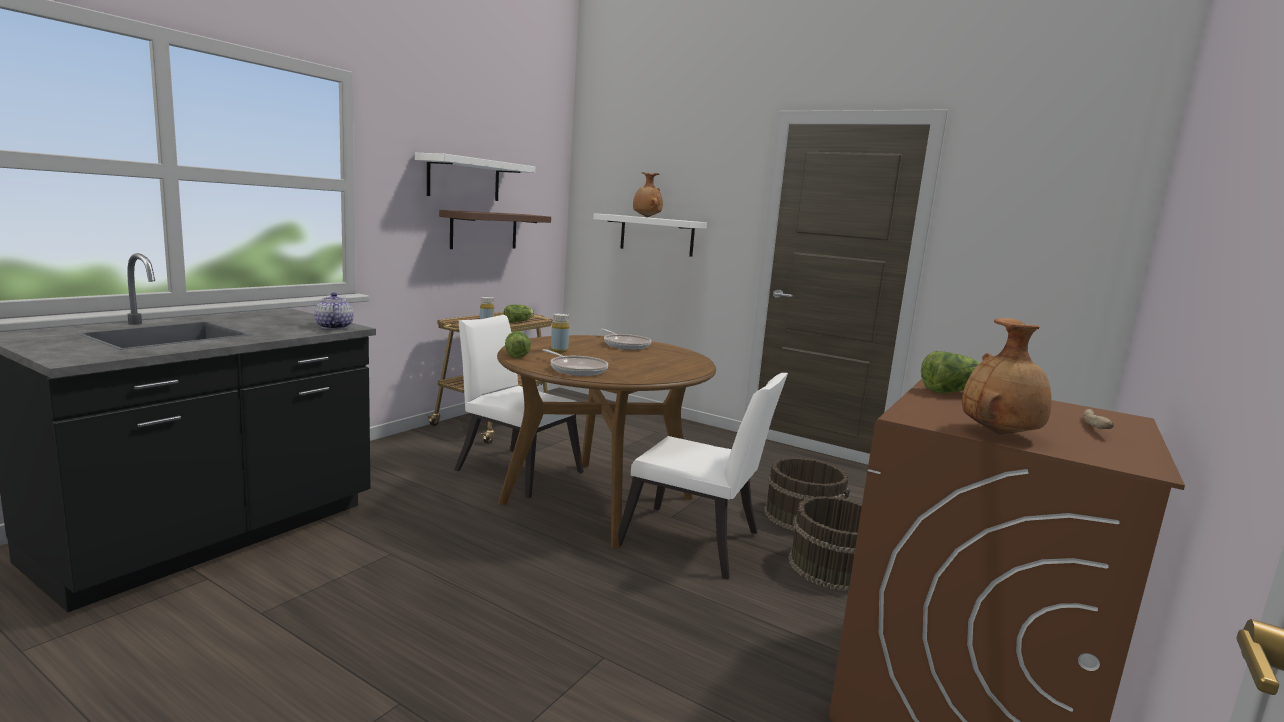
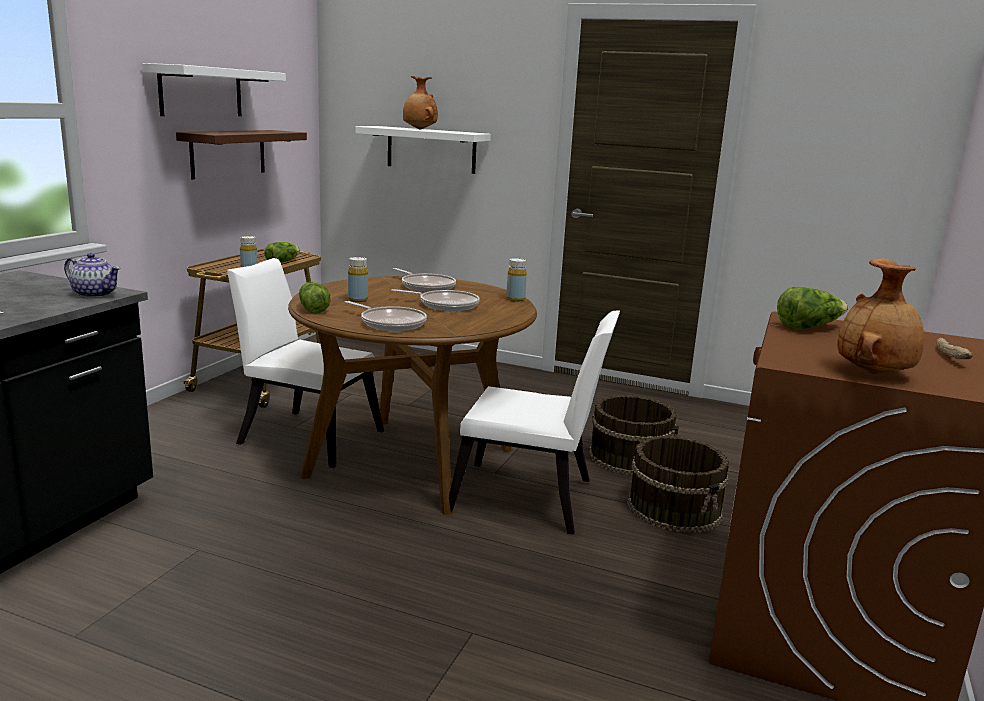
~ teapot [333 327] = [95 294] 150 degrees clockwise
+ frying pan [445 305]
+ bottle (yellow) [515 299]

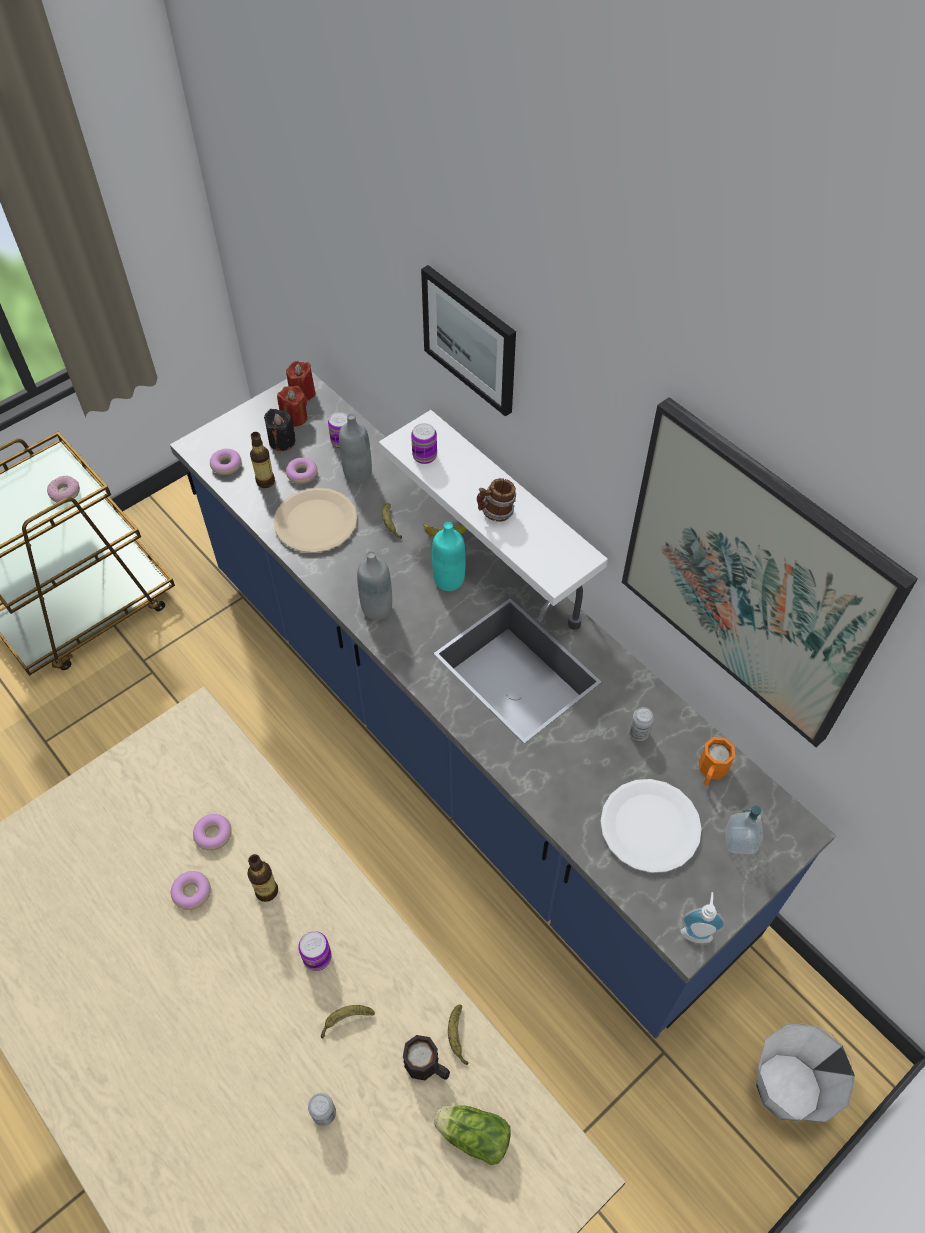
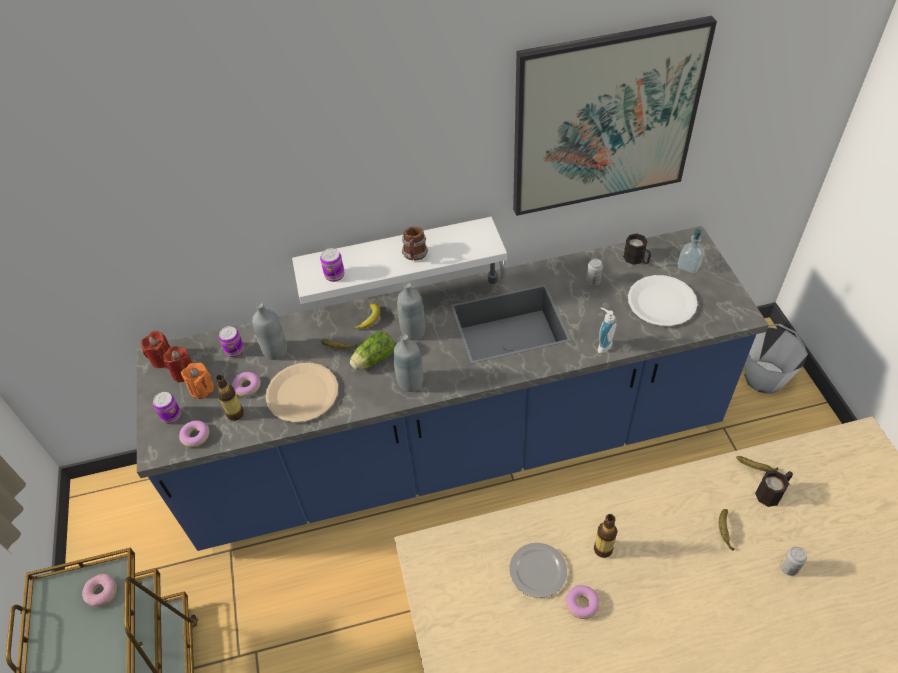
~ can [317 957] to [171 416]
~ candle (black) [282 441] to candle (orange) [202 389]
~ lettuce [471 1134] to [372 360]
~ bottle (turquoise) [449 580] to bottle (grey) [413 332]
~ donut [213 834] to plate [537 572]
~ soap dispenser [696 931] to [602 345]
~ mug (orange) [710 772] to mug (black) [637 260]
- picture [470 339]

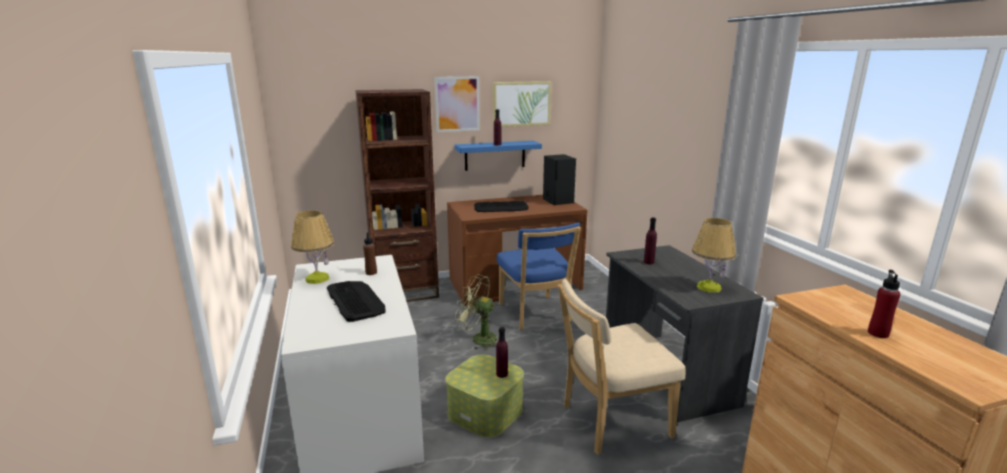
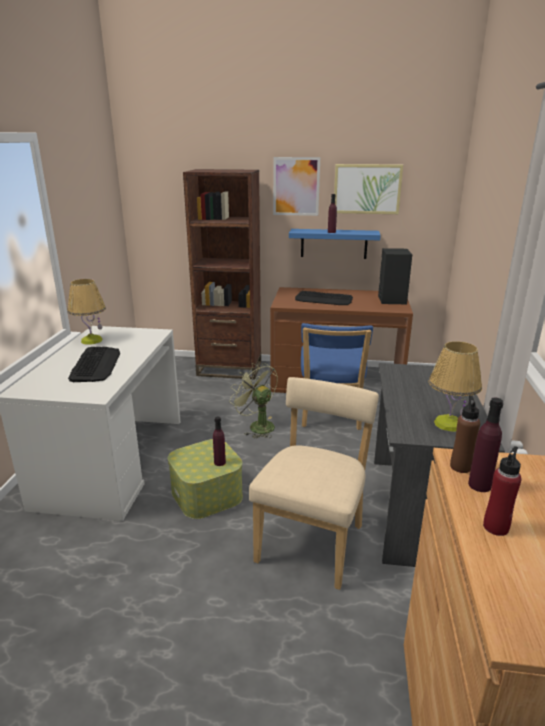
~ chair (beige) [610 421] = [313 540] 105 degrees clockwise
~ bottle (brown) [371 272] to [460 466]
~ bottle (purple) [648 262] to [479 485]

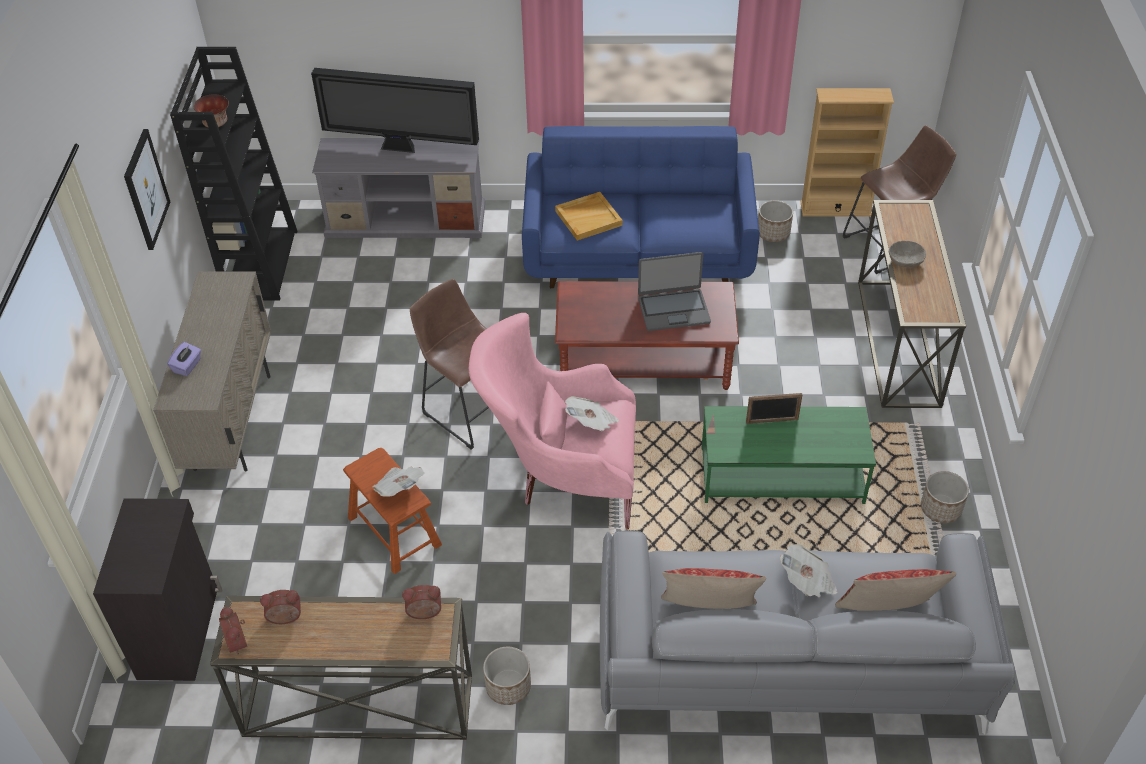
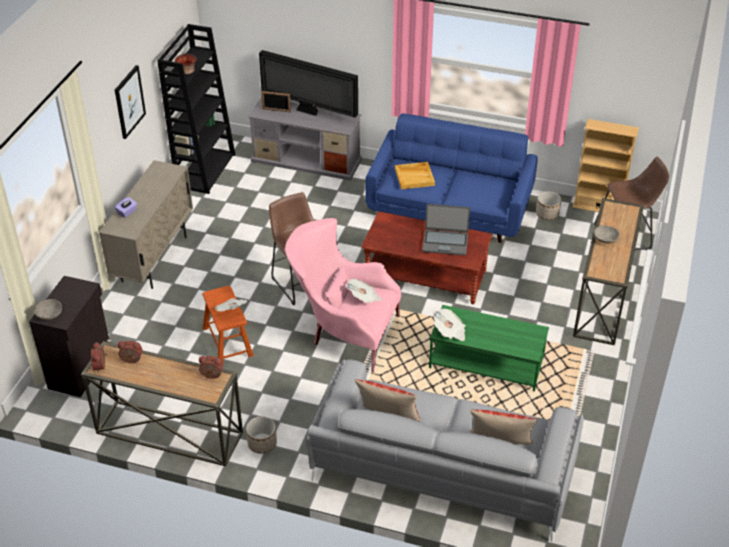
+ bowl (grey) [49 314]
~ picture frame [772 421] to [276 110]
~ newspaper [807 581] to [449 332]
- planter [941 509]

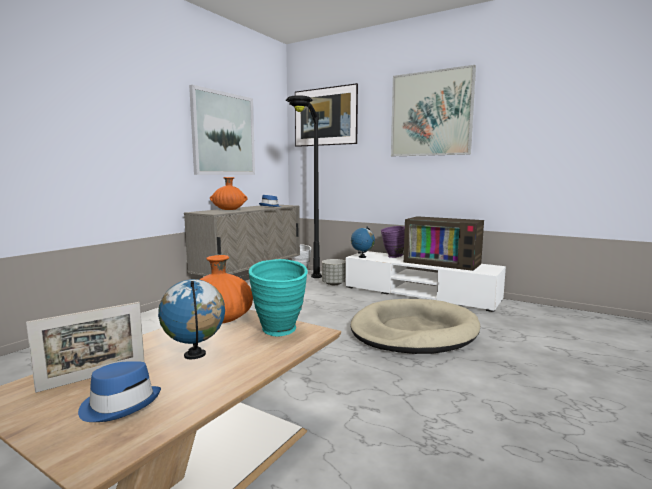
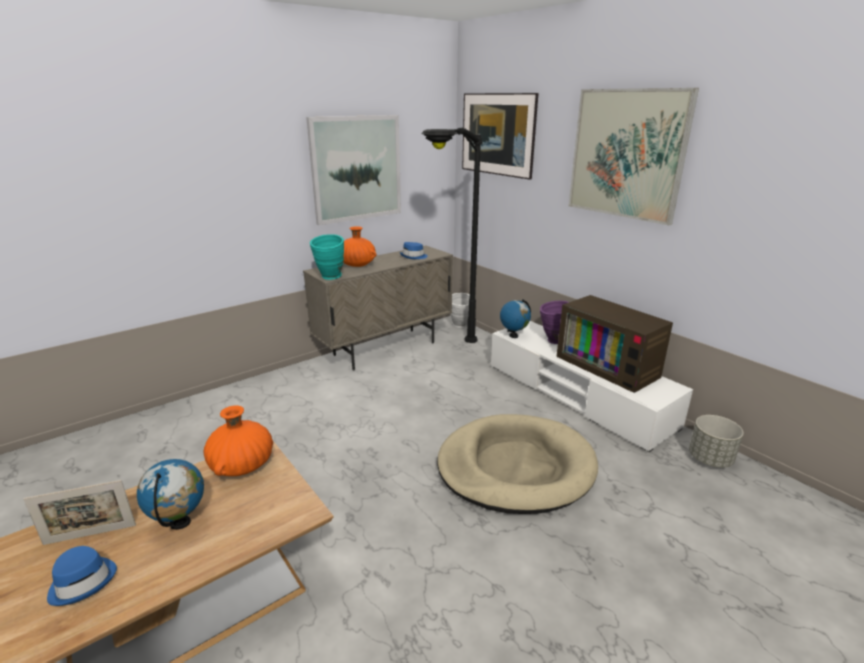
~ vase (turquoise) [280 333] to [330 278]
~ planter (grey) [334 284] to [710 459]

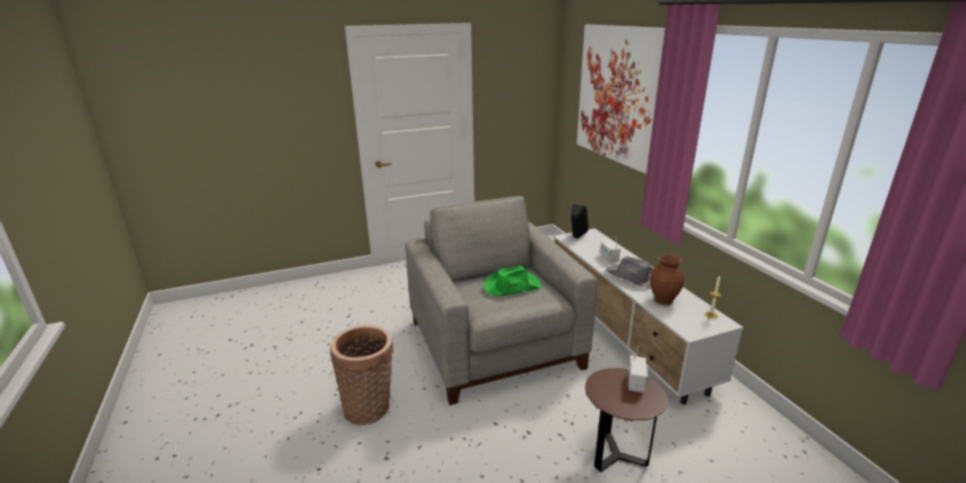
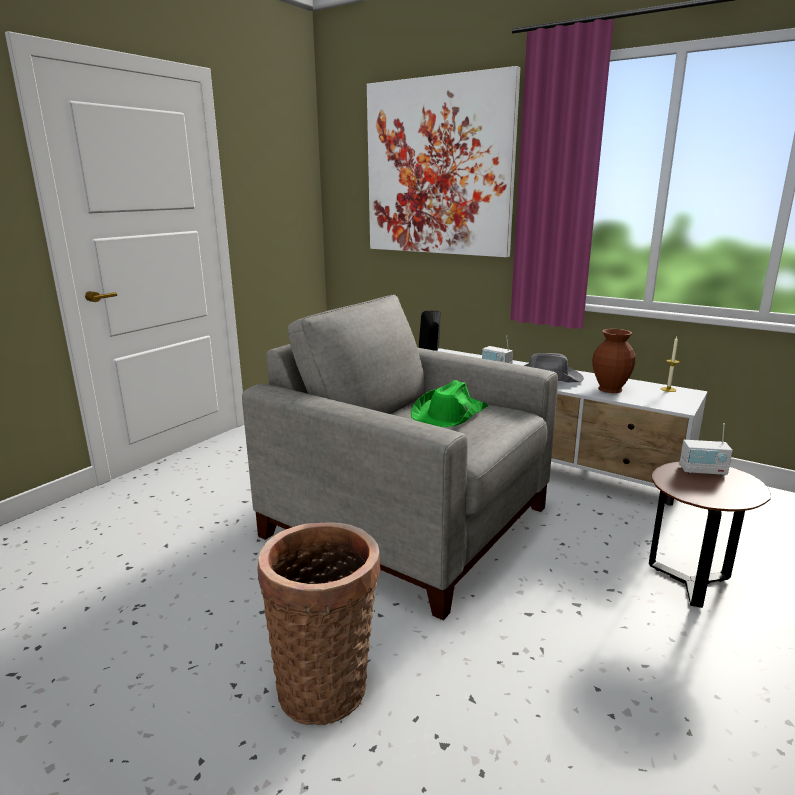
~ radio [636 383] = [703 471] 120 degrees clockwise

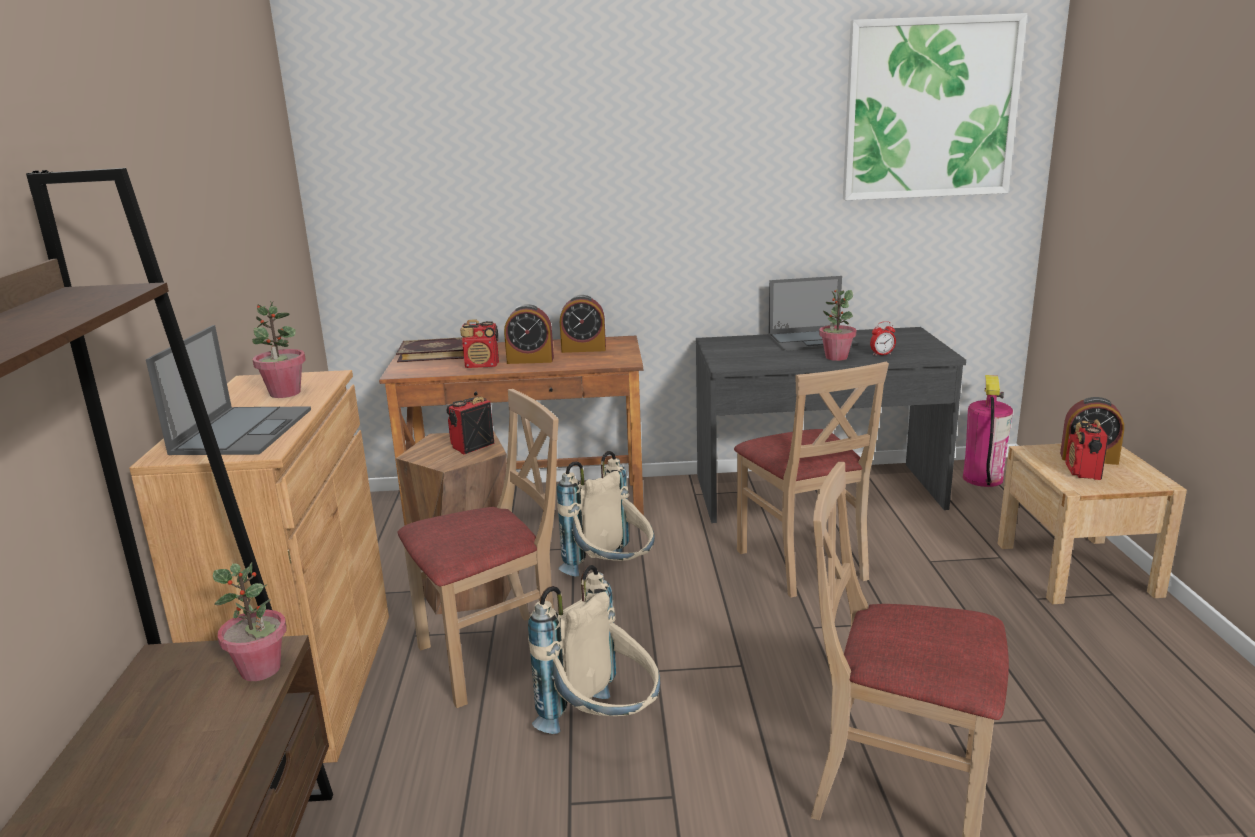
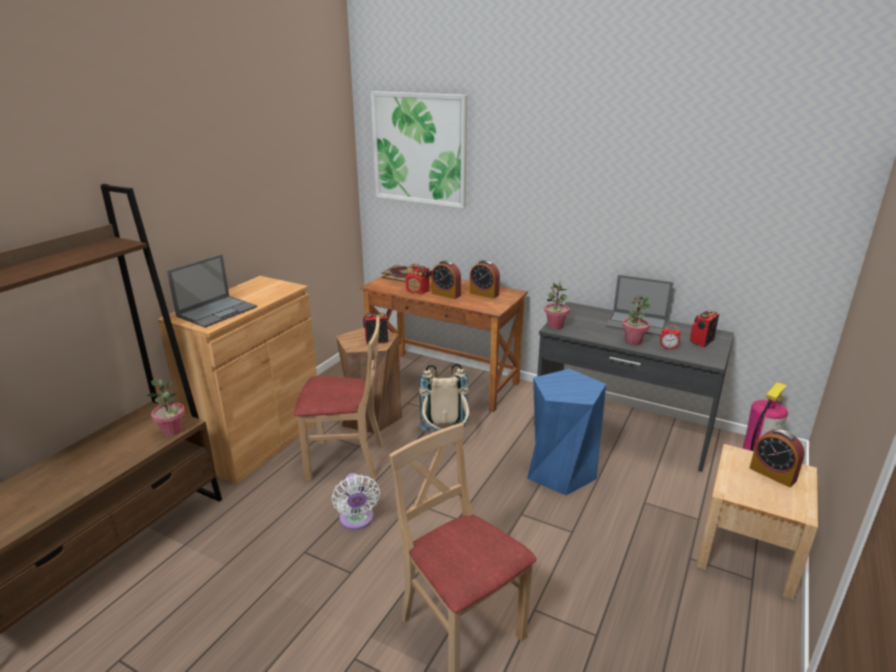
~ backpack (beige) [603 726] to fan (white) [357 520]
~ picture [930 109] to [419 149]
~ chair (beige) [803 563] to stool (blue) [560 471]
~ potted plant [285 393] to [555 326]
~ radio [1083 472] to [701 341]

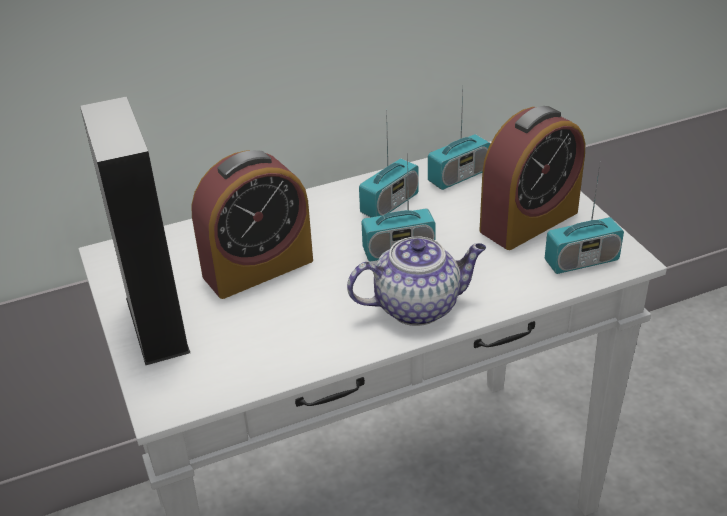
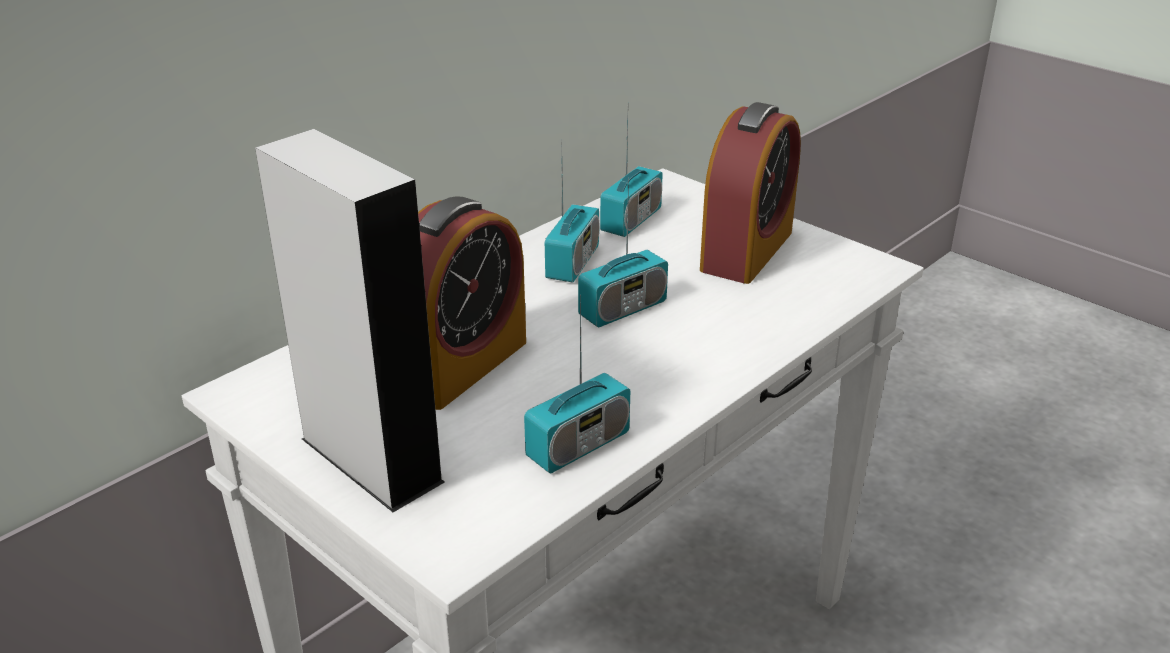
~ radio [581 261] to [578 446]
- teapot [418 306]

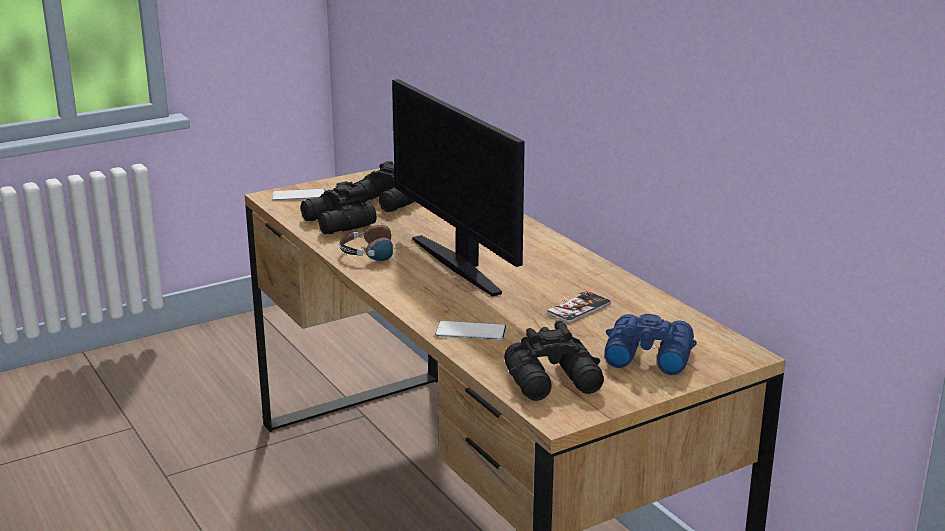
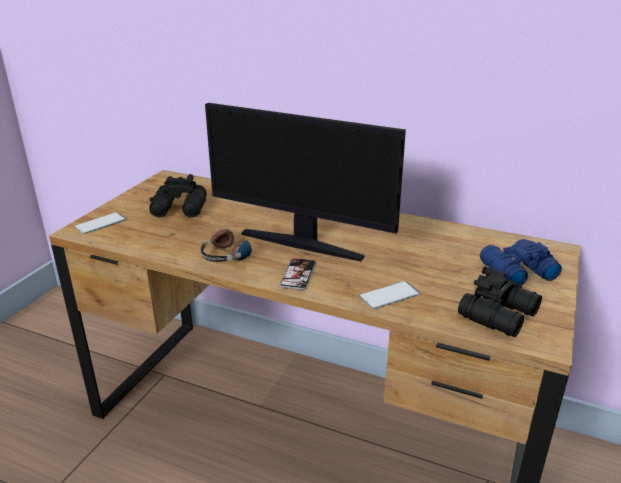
~ phone [579 309] to [298 274]
- binoculars (black) [337 223]

